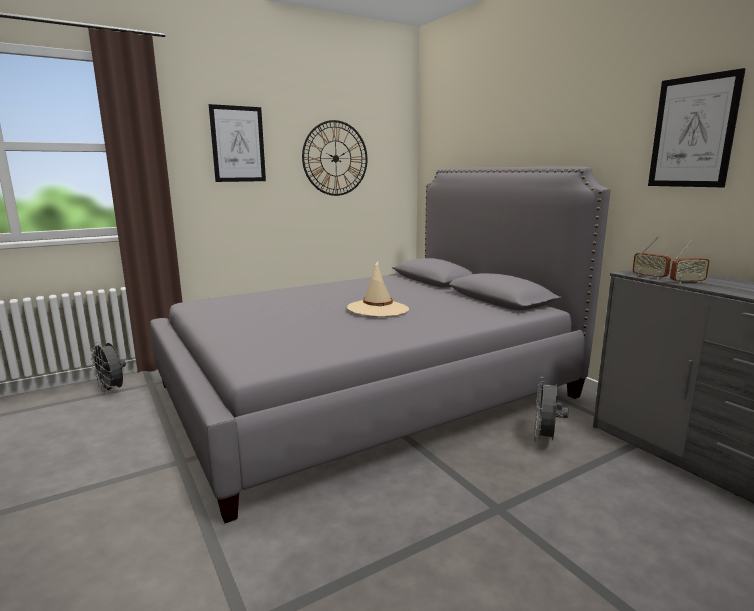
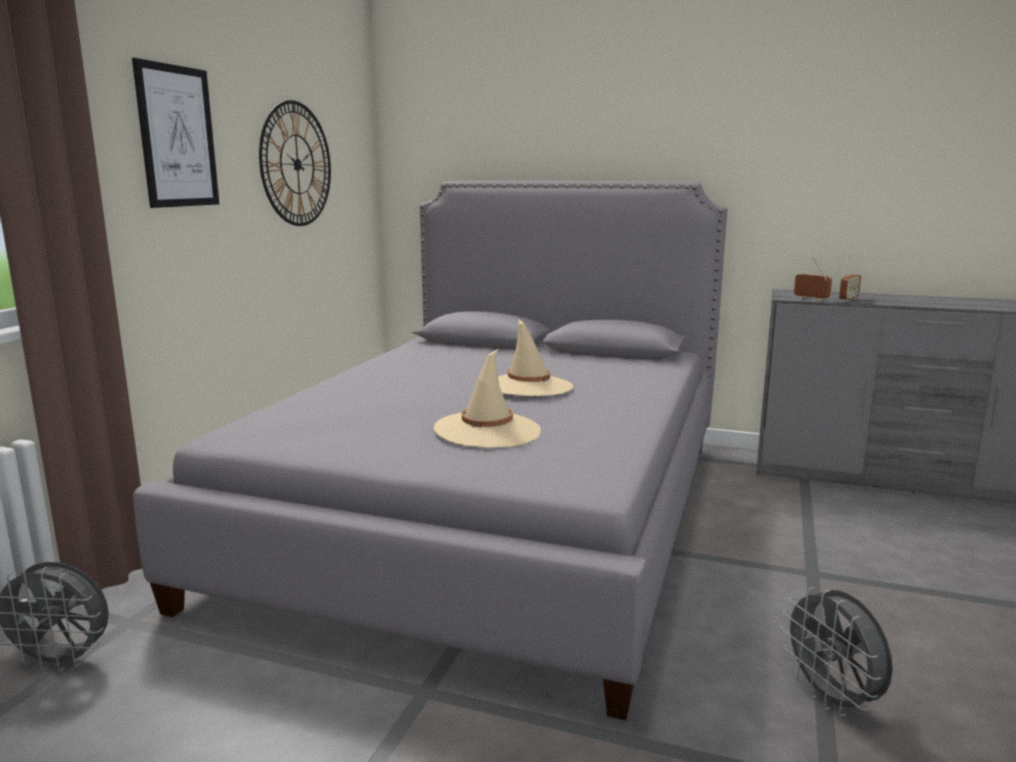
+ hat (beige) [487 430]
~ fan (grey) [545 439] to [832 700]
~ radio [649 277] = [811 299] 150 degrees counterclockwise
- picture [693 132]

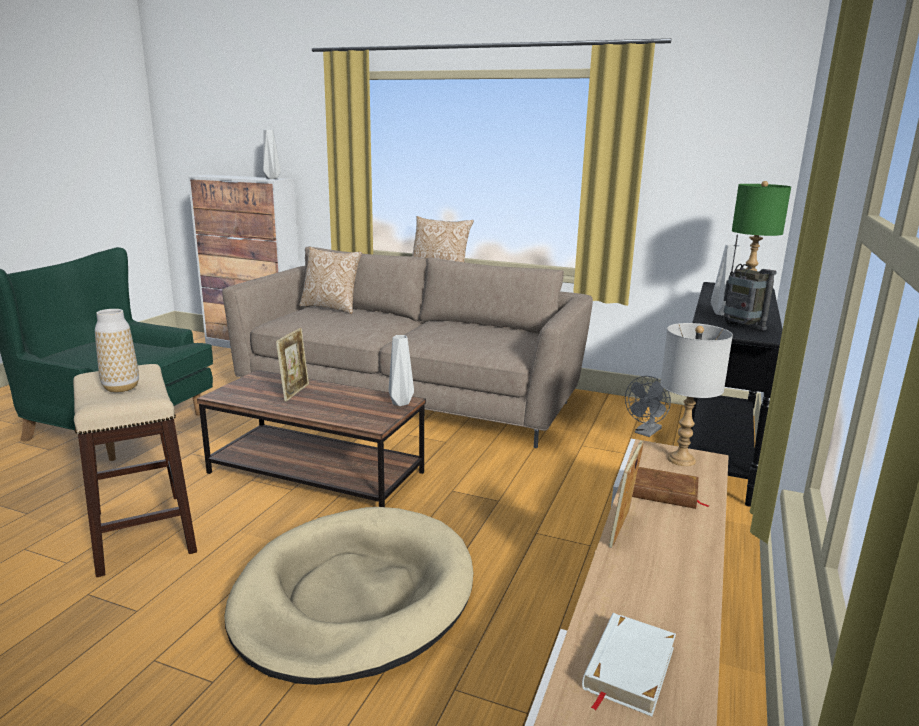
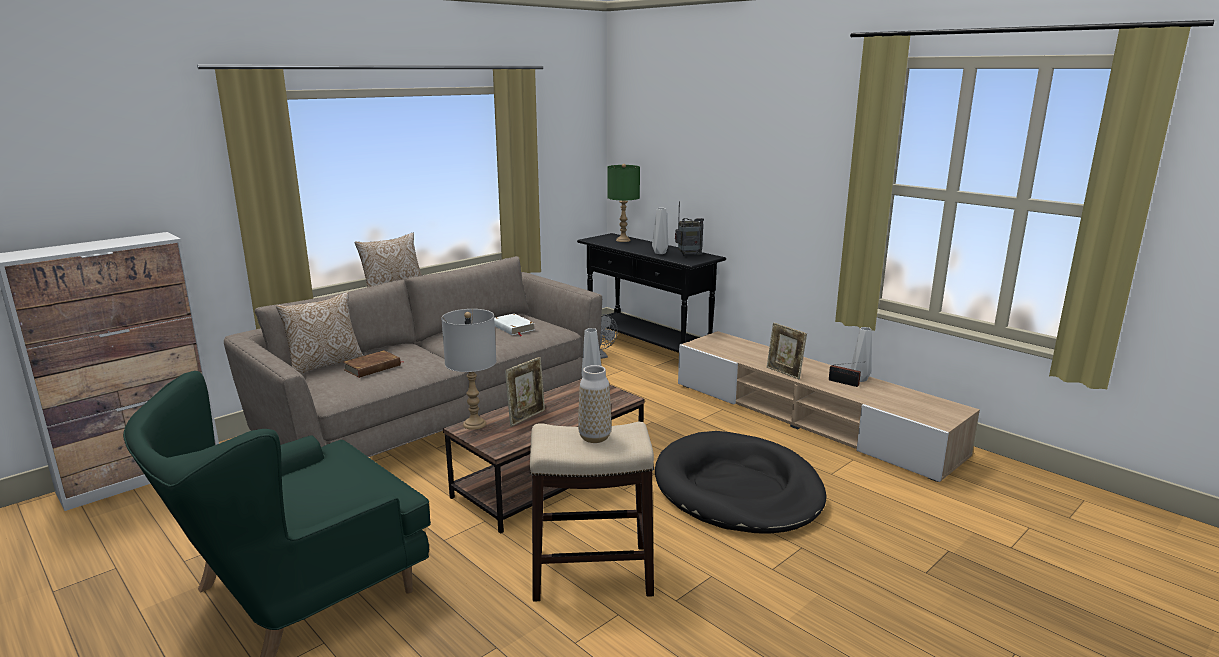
~ book (brown) [661 492] to [372 367]
~ table lamp (grey) [680 459] to [474 424]
~ book (white) [628 668] to [512 327]
~ picture frame [295 392] = [526 417] 90 degrees clockwise
~ dog bed (beige) [354 597] to dog bed (black) [737 489]
+ radio [845 383]
~ vase (grey) [272 178] to [860 379]

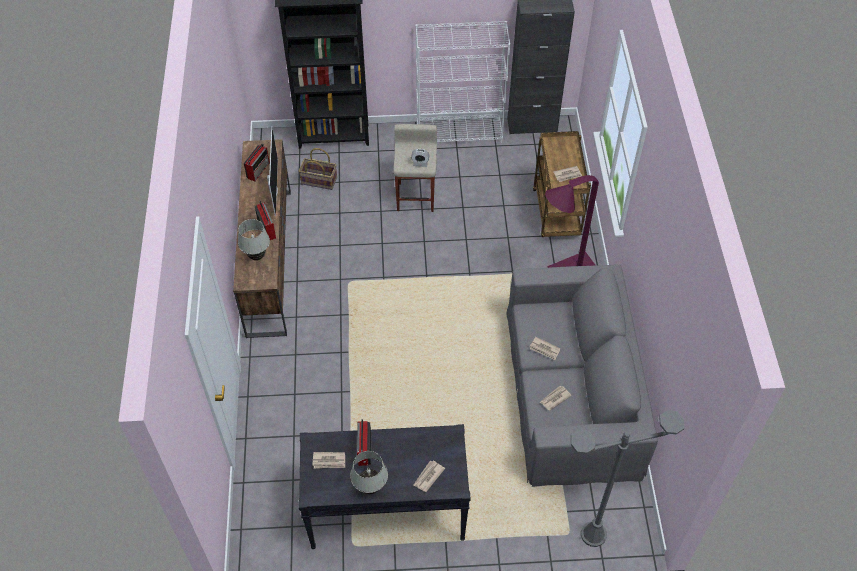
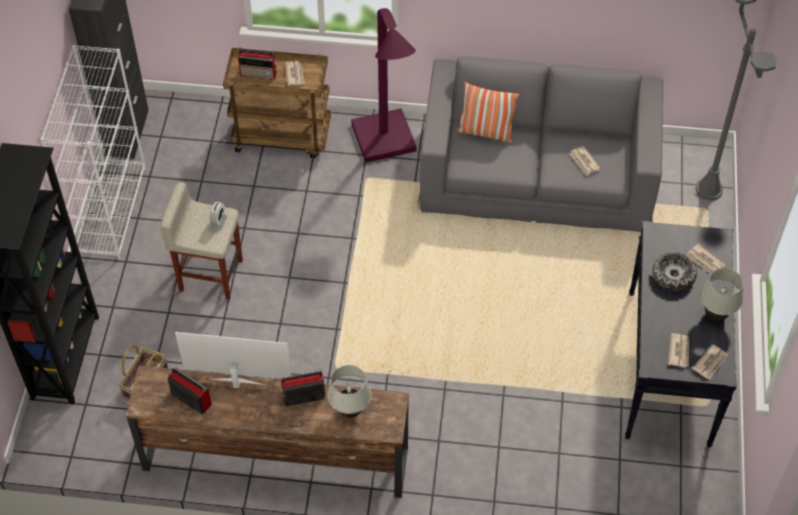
~ radio [364 450] to [259 74]
+ pillow [485 132]
+ bowl [673 275]
~ newspaper [544 349] to [711 363]

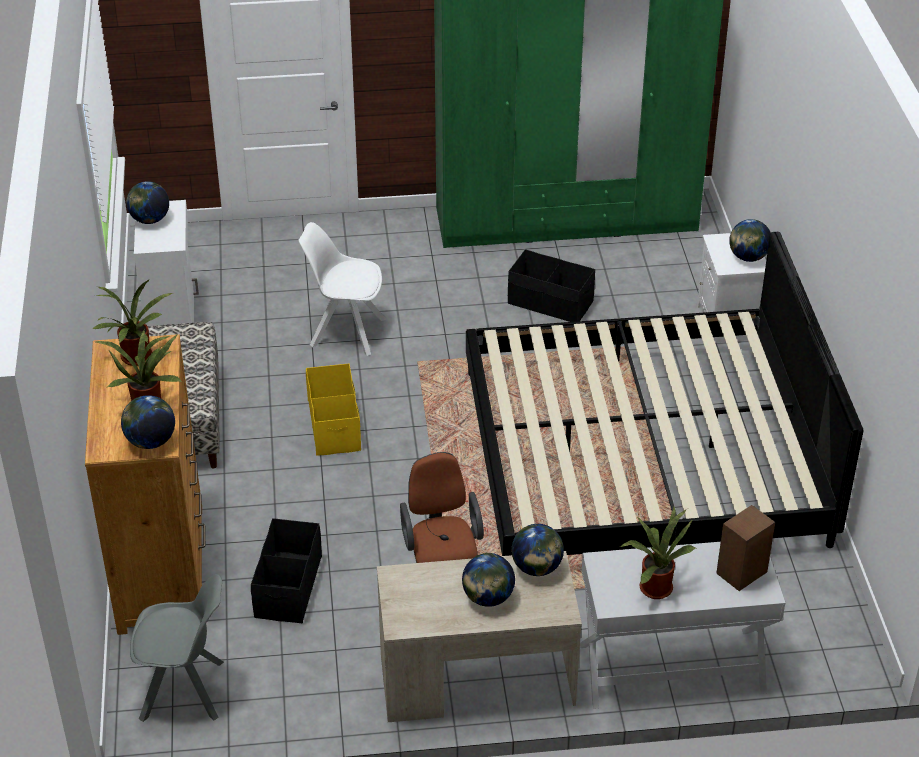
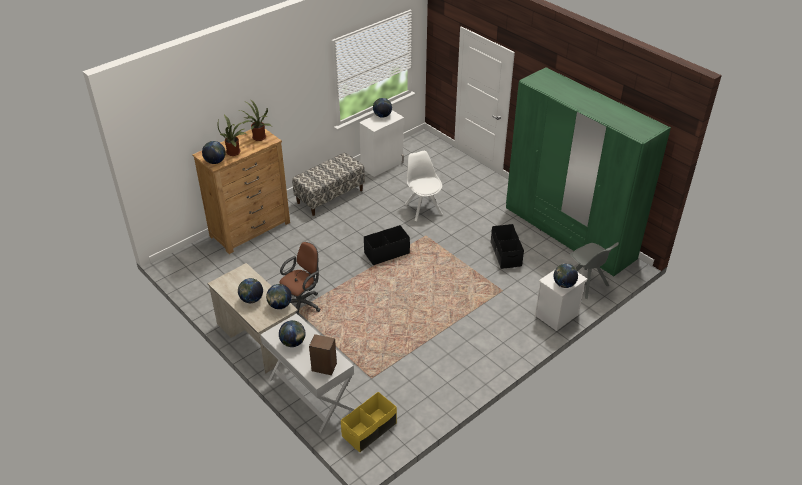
~ potted plant [654 586] to globe [293 343]
~ storage box (yellow) [334 425] to [369 430]
~ storage box (black) [288 587] to [386 253]
~ chair (grey) [185 691] to [586 284]
- bed [642 456]

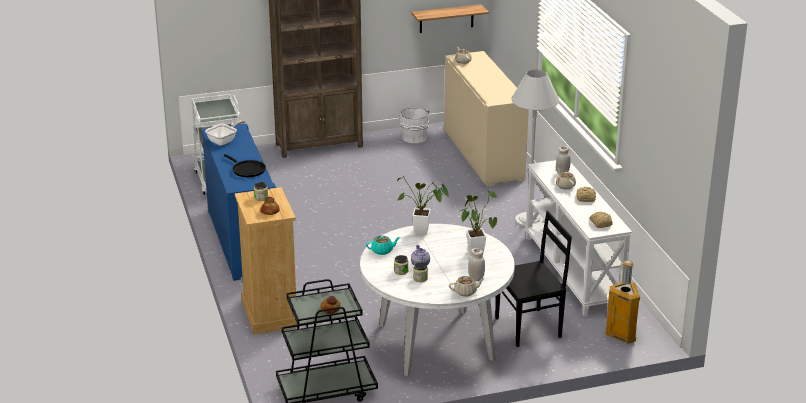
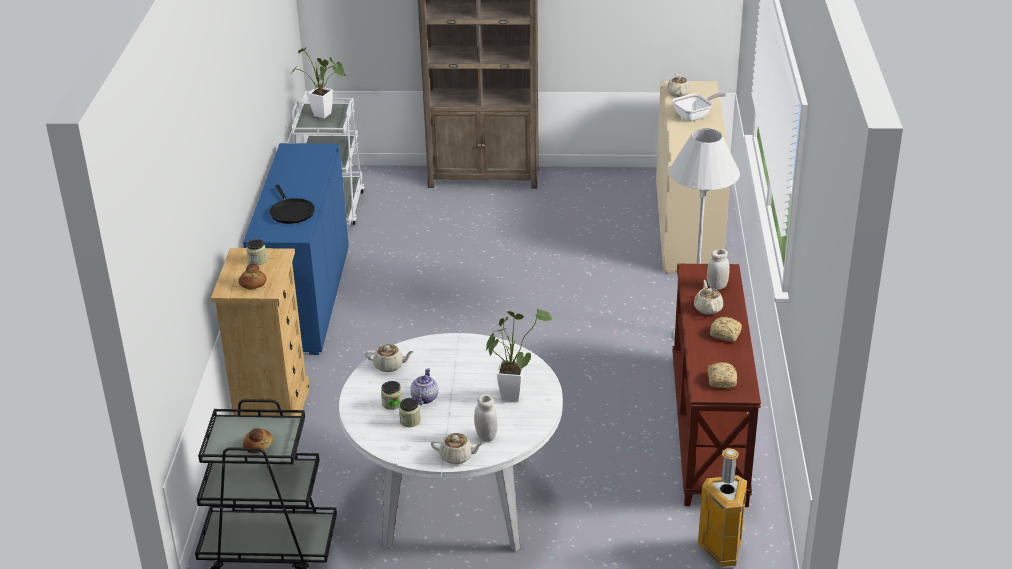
~ potted plant [425 233] to [326 116]
~ teapot (turquoise) [382 251] to teapot (beige) [389 366]
~ frying pan [224 141] to [695 116]
~ console table (white) [573 272] to console table (brown) [710 431]
- bucket (white) [414 137]
- shelf [446 19]
- chair (black) [530 327]

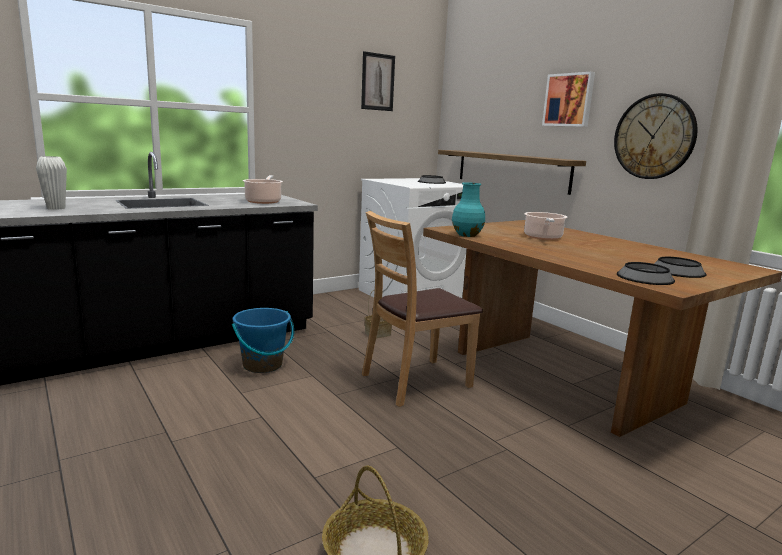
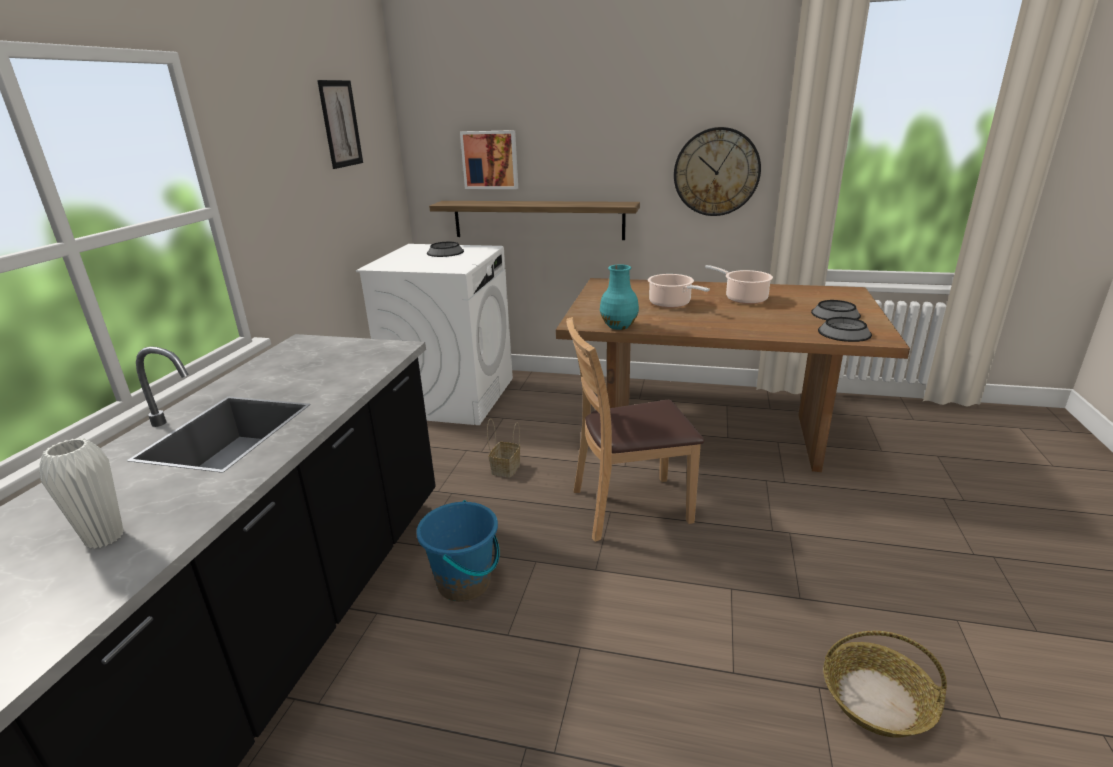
~ picture [569 100] to [490 160]
~ chair (brown) [415 381] = [629 507] 60 degrees clockwise
~ cooking pot [263 201] to [743 299]

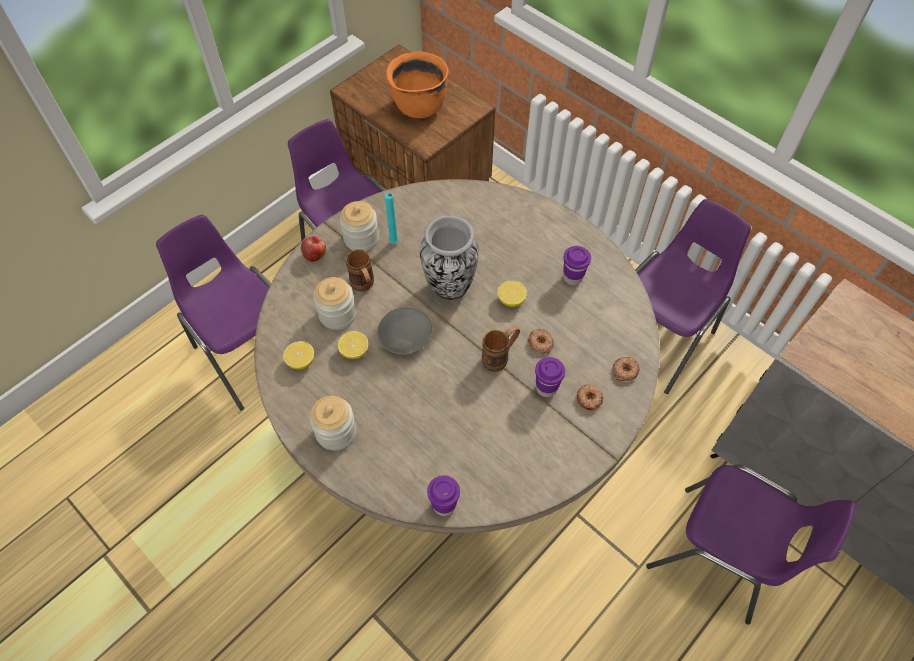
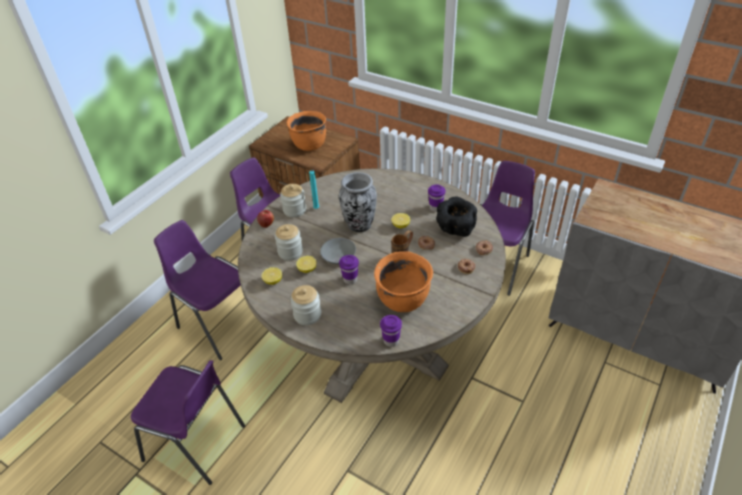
~ chair (purple) [718 557] to [197 443]
~ cup (purple) [546 388] to [350 279]
+ cooking pot (orange) [403 300]
+ bowl (black) [455 229]
- mug (brown) [364 286]

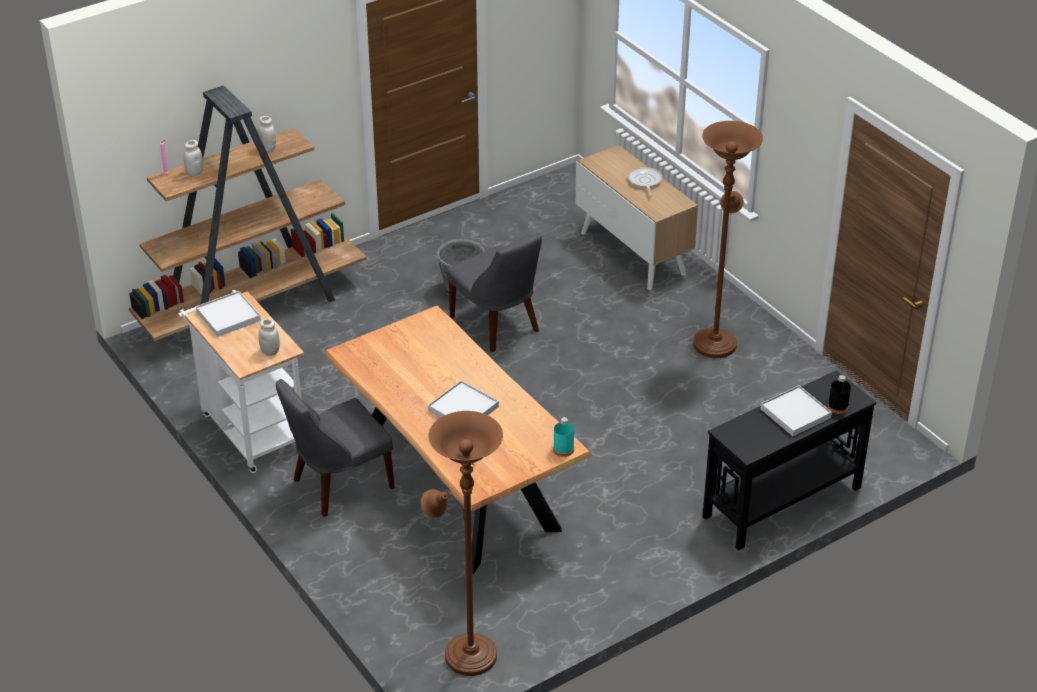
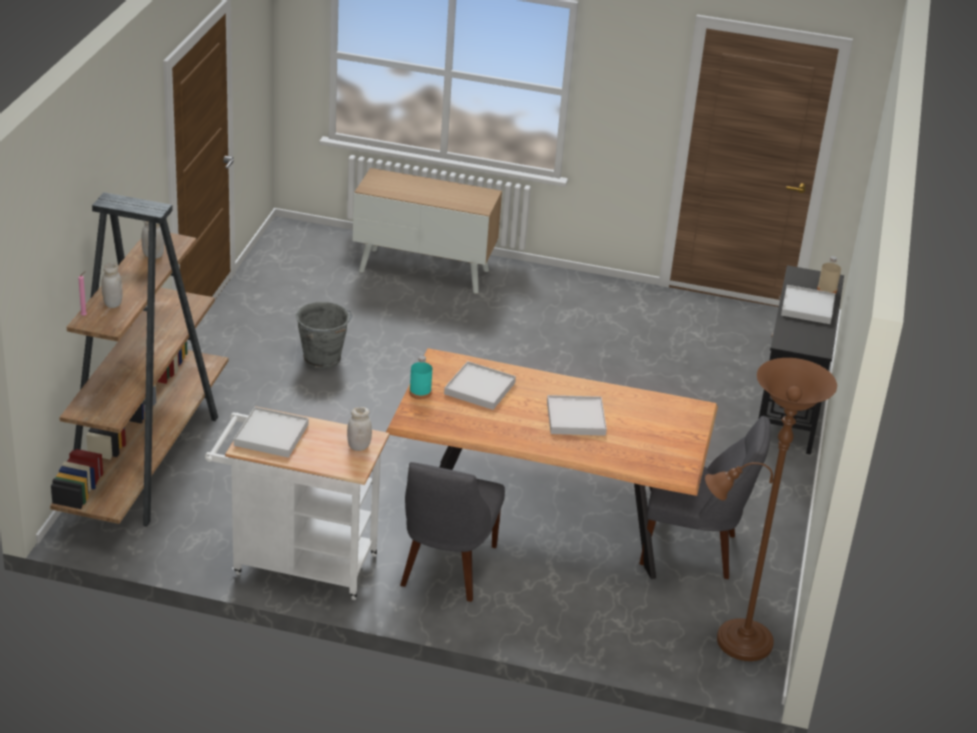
~ bottle (turquoise) [563 449] to [420 392]
+ tray (white) [479 388]
~ chair (grey) [497 326] to [693 550]
~ bottle (black) [838 407] to bottle (beige) [827 290]
- frying pan [645 181]
- floor lamp (brown) [715 340]

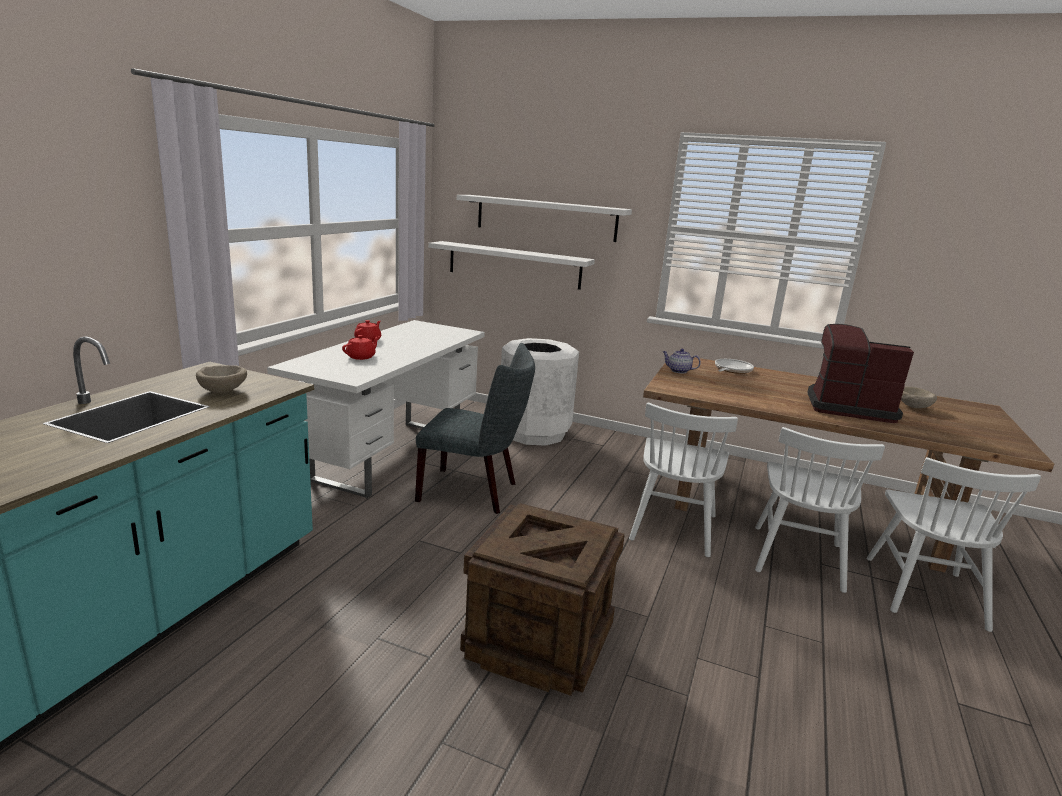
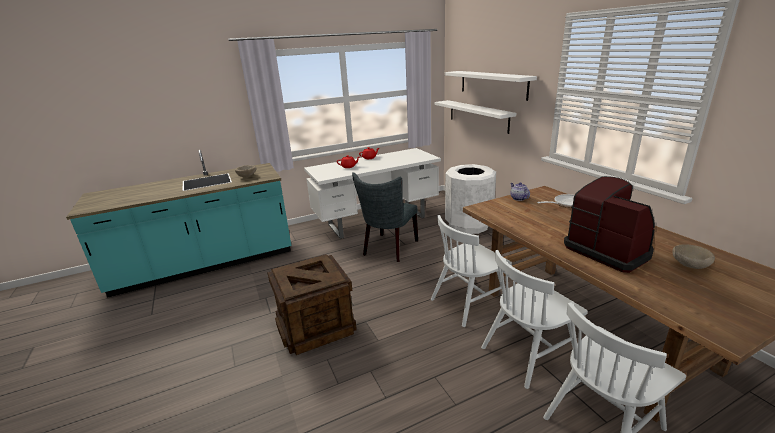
~ chair (grey) [474 492] = [388 249] 60 degrees clockwise

